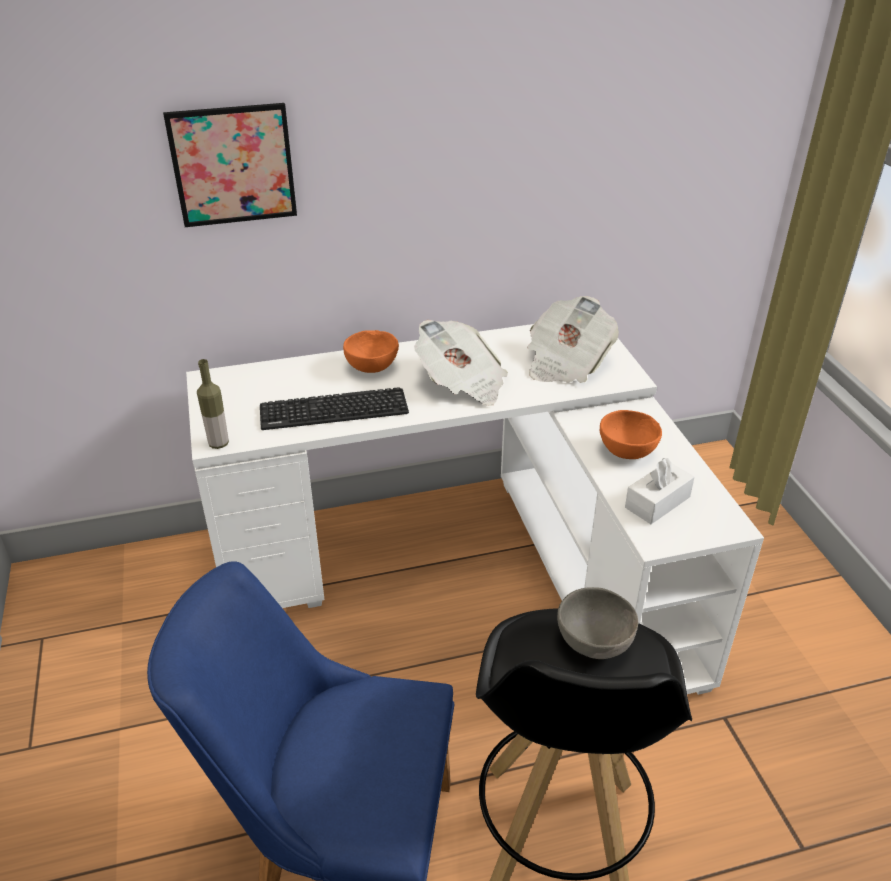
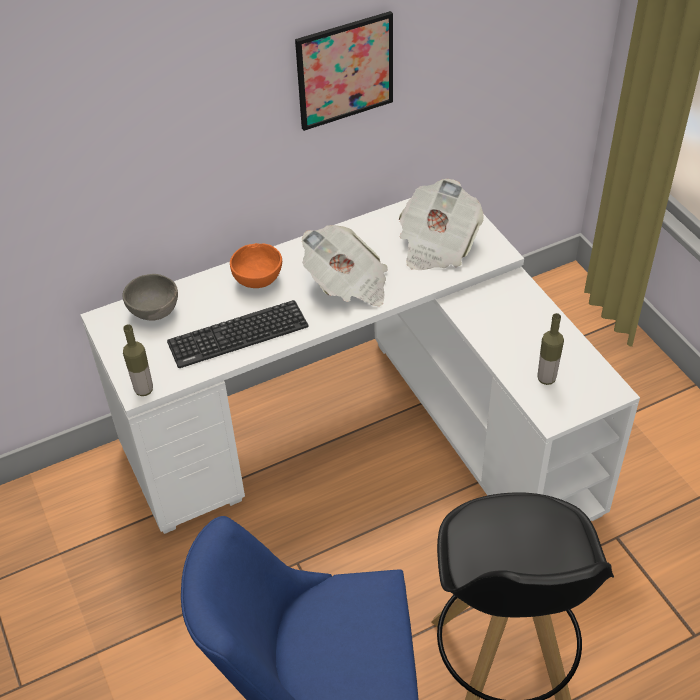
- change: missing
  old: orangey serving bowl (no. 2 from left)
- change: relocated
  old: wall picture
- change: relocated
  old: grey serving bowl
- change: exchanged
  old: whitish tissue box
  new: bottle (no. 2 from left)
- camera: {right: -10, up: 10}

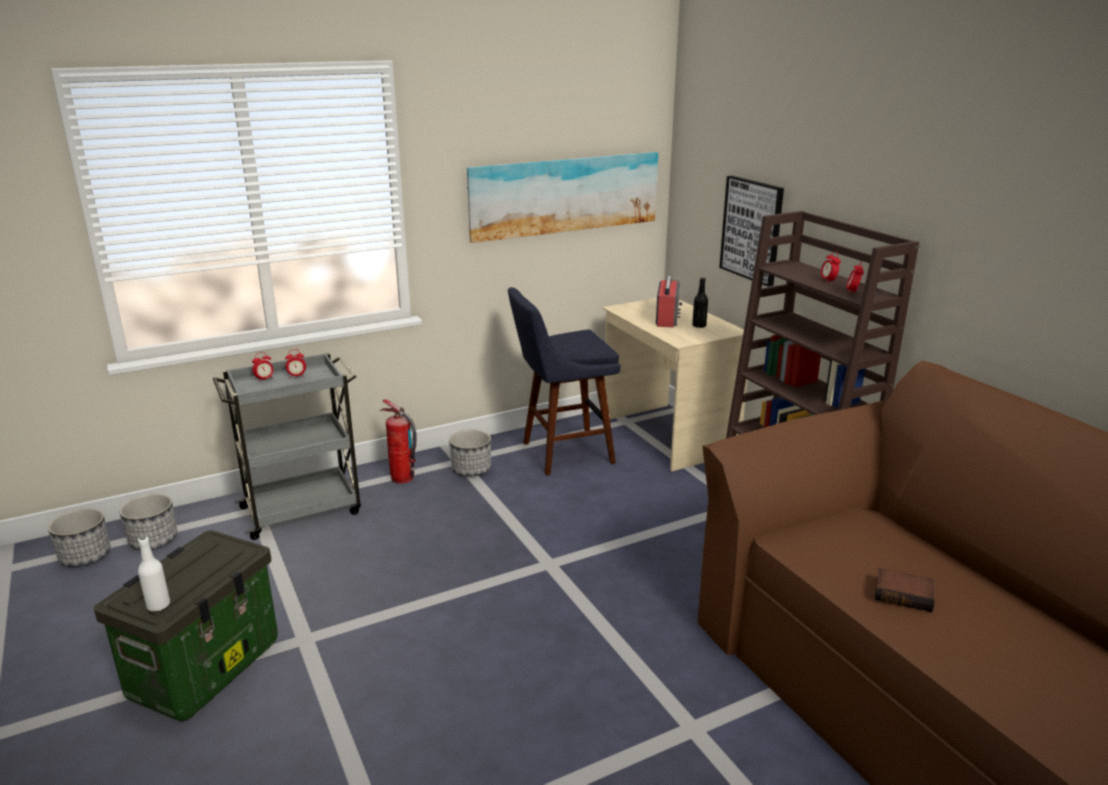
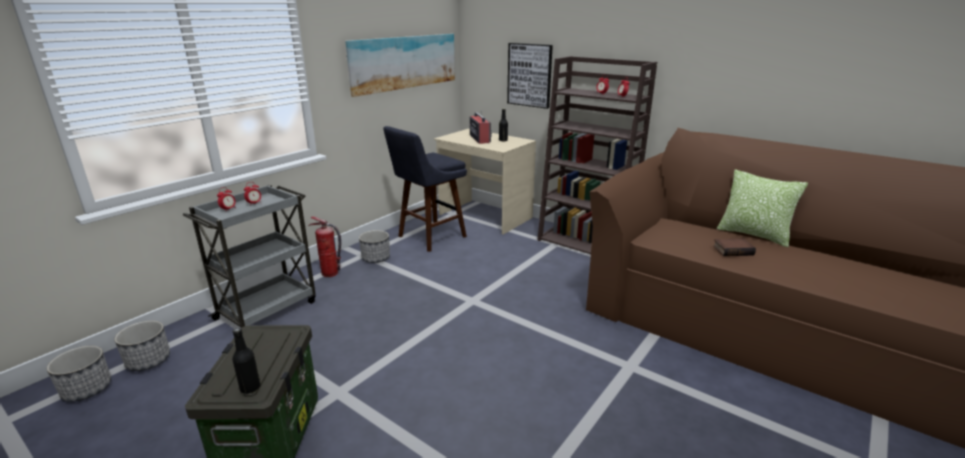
- change: appeared
  new: cushion
- change: colour
  old: whitish bottle
  new: blackish bottle (no. 1 from left)
- camera: {right: -25, up: 0}

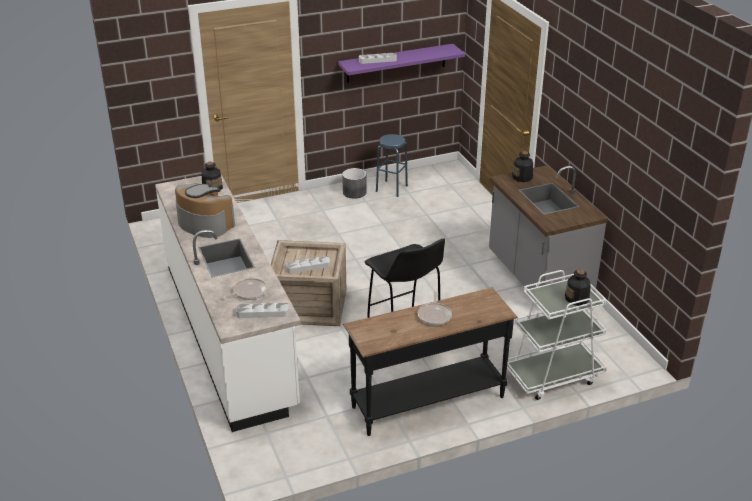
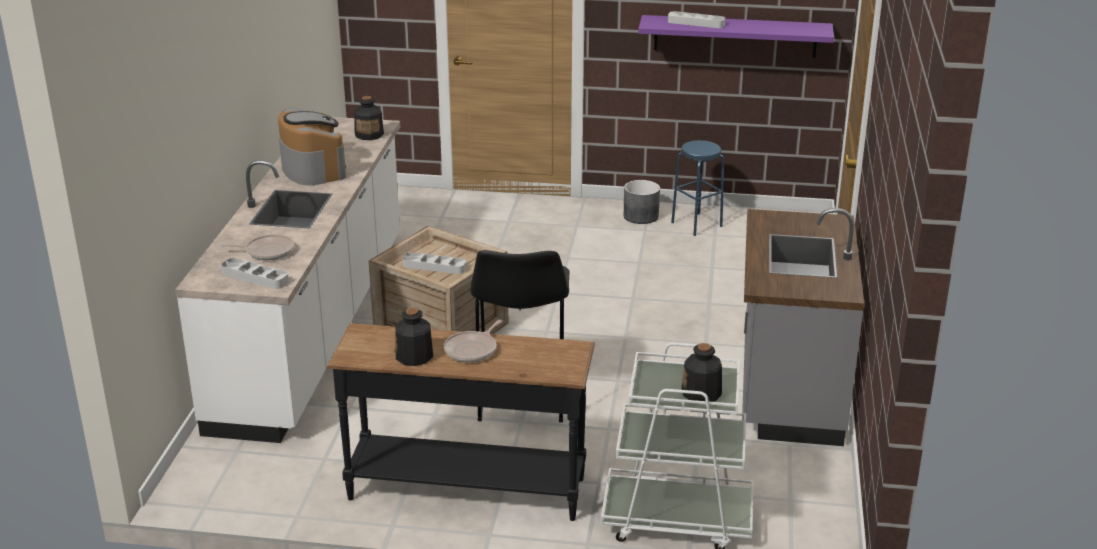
- change: relocated
  old: bottle (no. 2 from left)
- camera: {right: 30, up: -5}

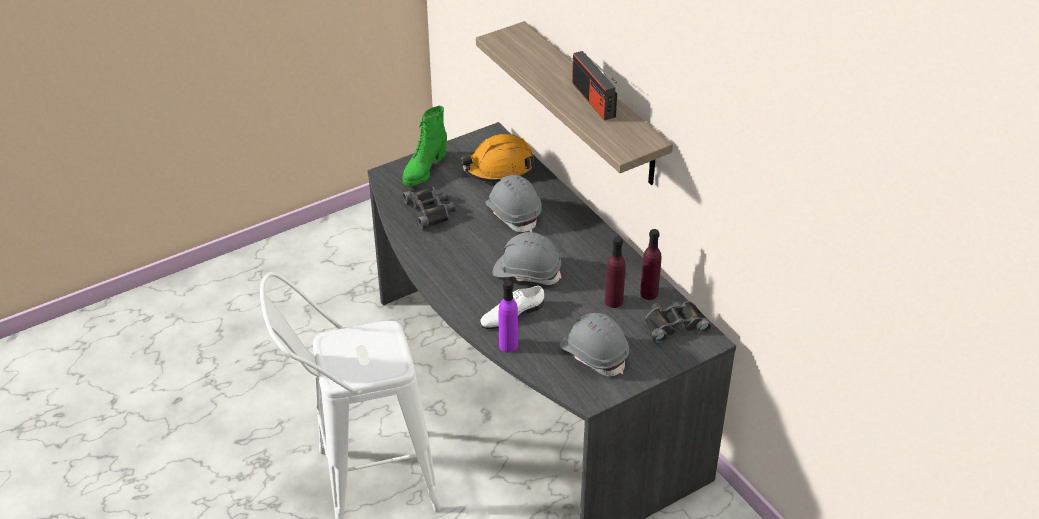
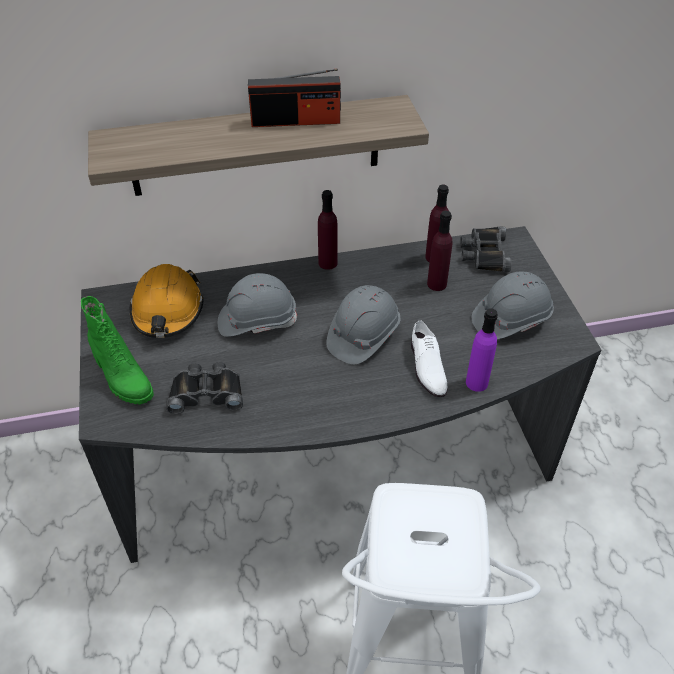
- change: appeared
  new: purplish bottle (no. 1 from left)
- camera: {right: -70, up: 5}

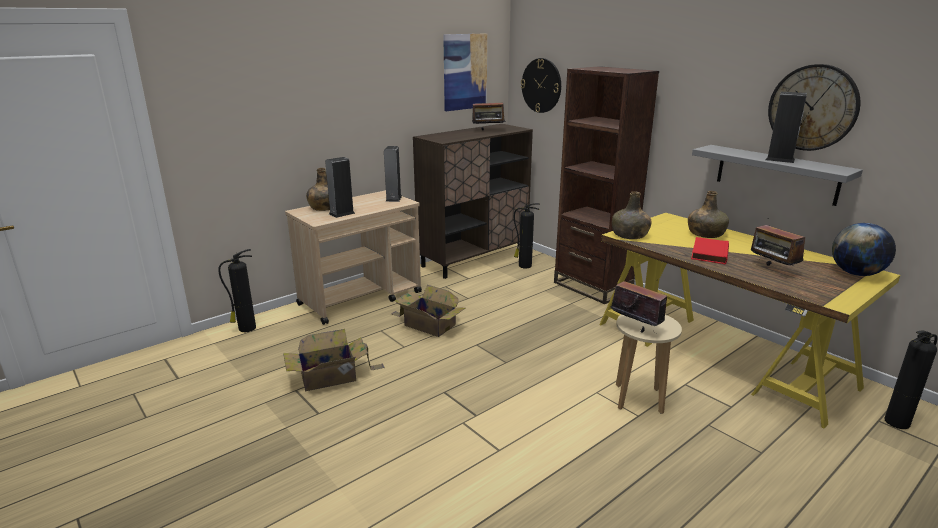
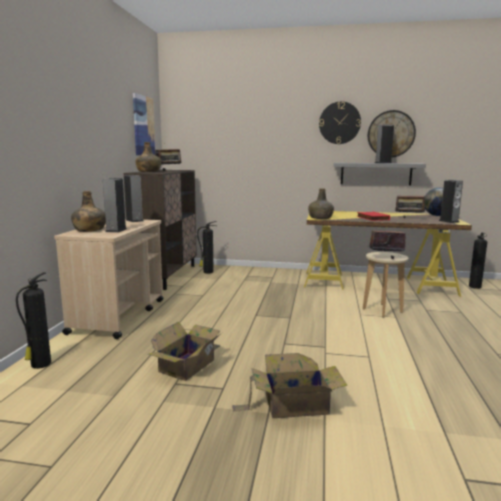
- change: missing
  old: brown-coloured bookshelf
- change: appeared
  new: loudspeaker (no. 4 from left)
- change: relocated
  old: packing box (no. 2 from left)
- change: relocated
  old: hanging clock (no. 1 from left)
- change: relocated
  old: greenish bottle (no. 3 from left in the first image)
  new: greenish bottle (no. 2 from left)
- camera: {right: -40, up: -10}

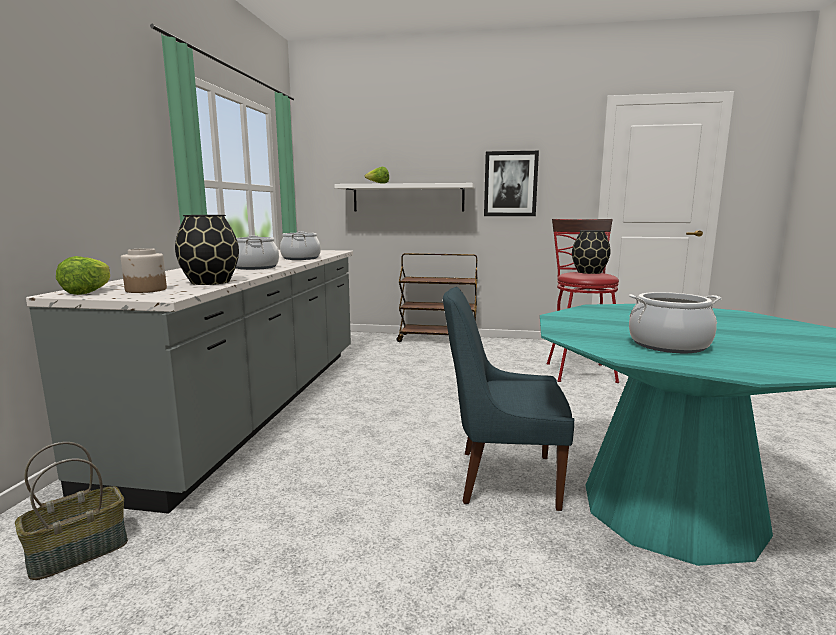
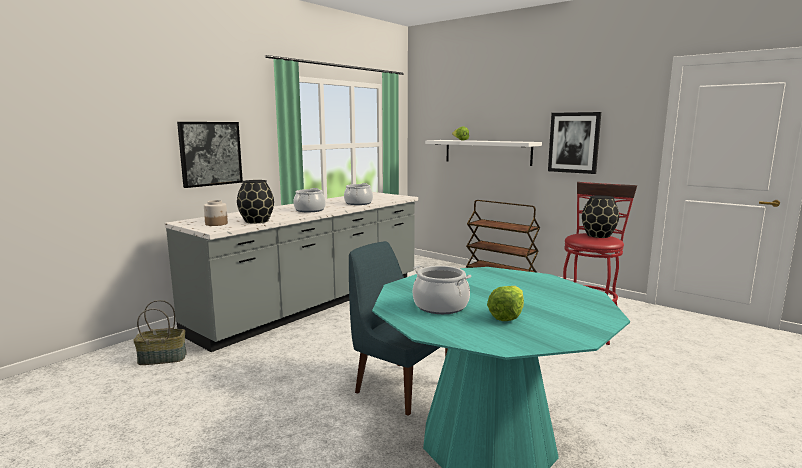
- change: appeared
  new: wall picture (no. 1 from left)
- change: relocated
  old: lettuce (no. 1 from left in the first image)
  new: lettuce (no. 2 from left)
- camera: {right: 30, up: 0}

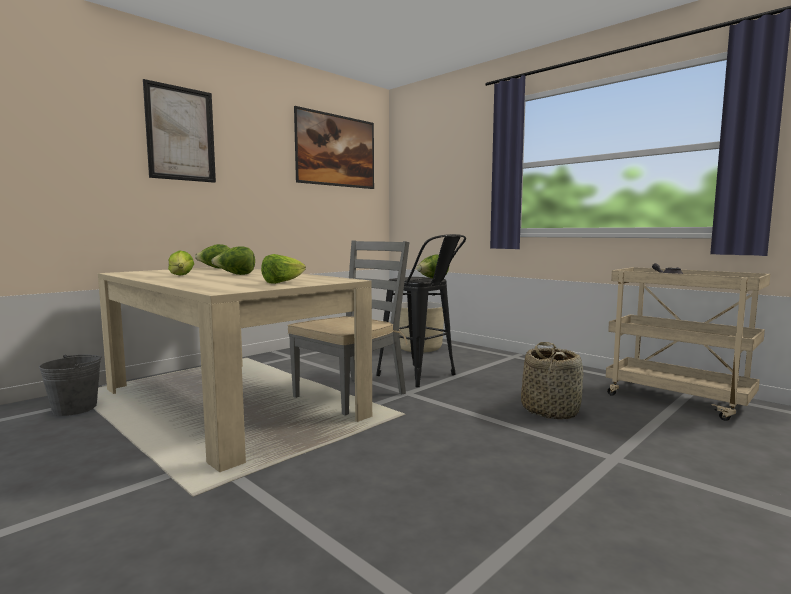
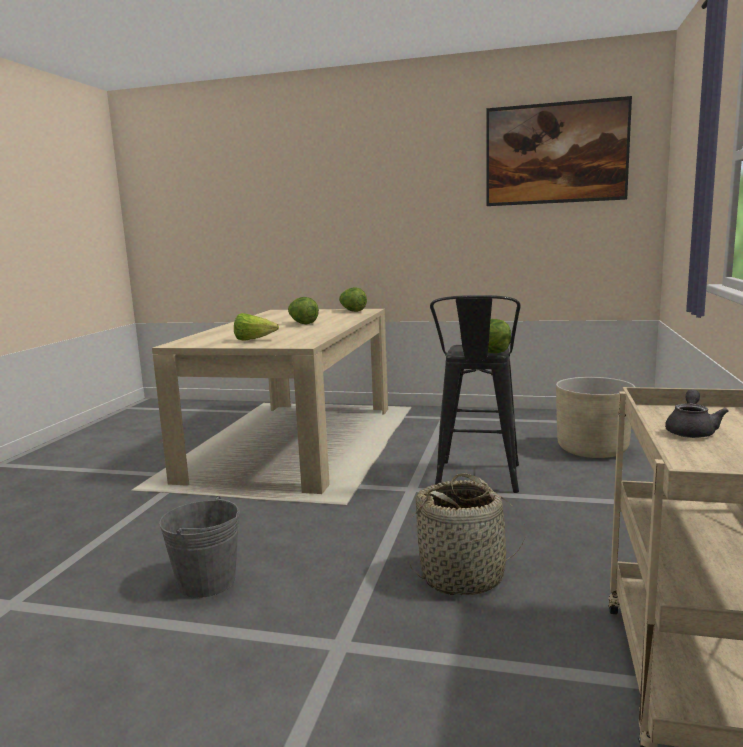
- change: missing
  old: wall picture (no. 1 from left)
- change: missing
  old: lettuce (no. 1 from left)
- change: missing
  old: grey chair
- change: relocated
  old: grey pail
- camera: {right: 60, up: 5}

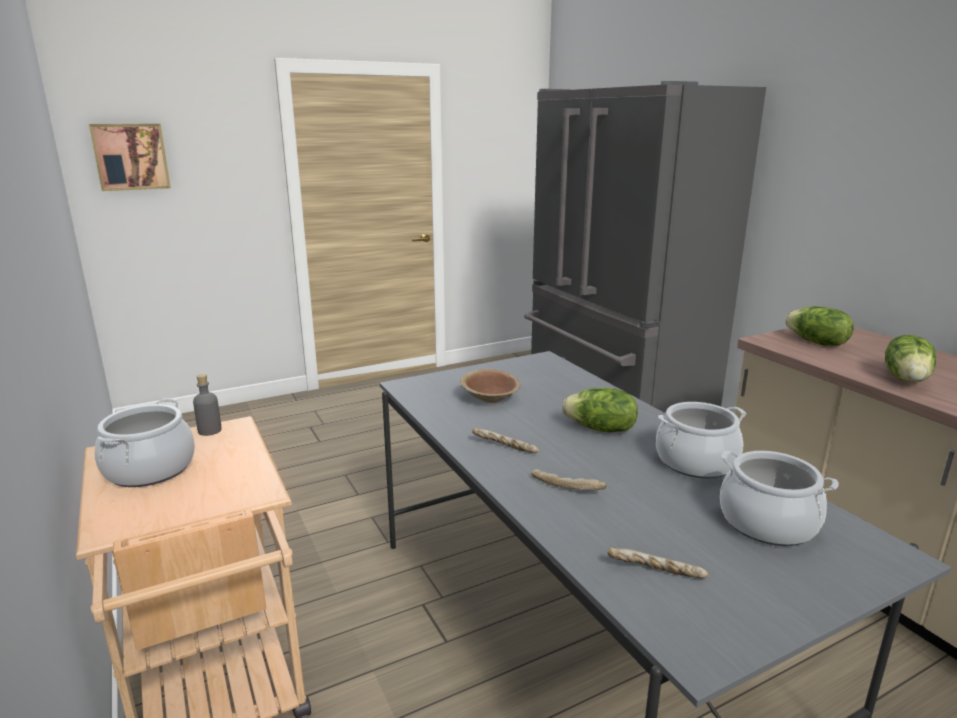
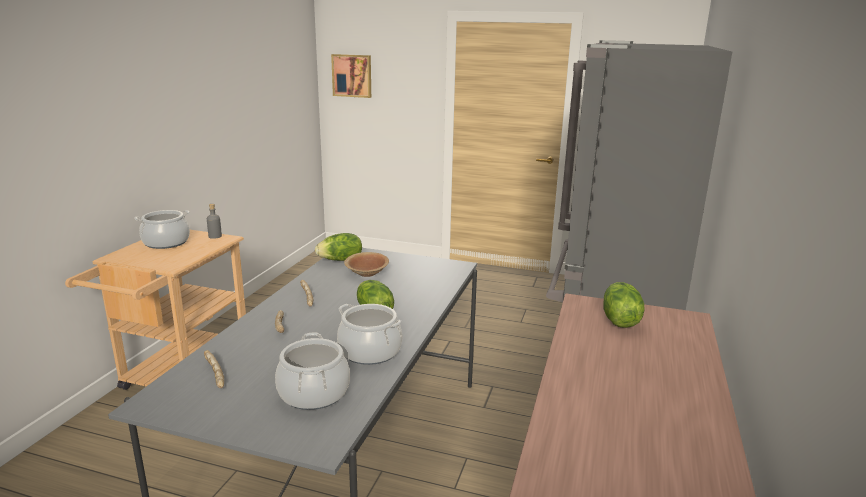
- change: relocated
  old: lettuce (no. 3 from left in the first image)
  new: lettuce (no. 1 from left)
- camera: {right: 45, up: 0}

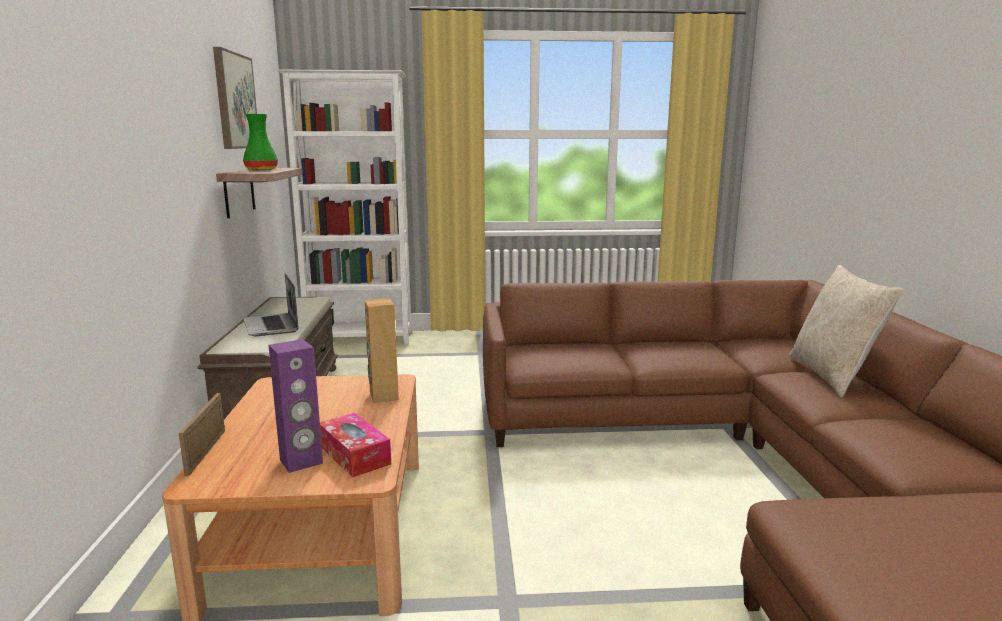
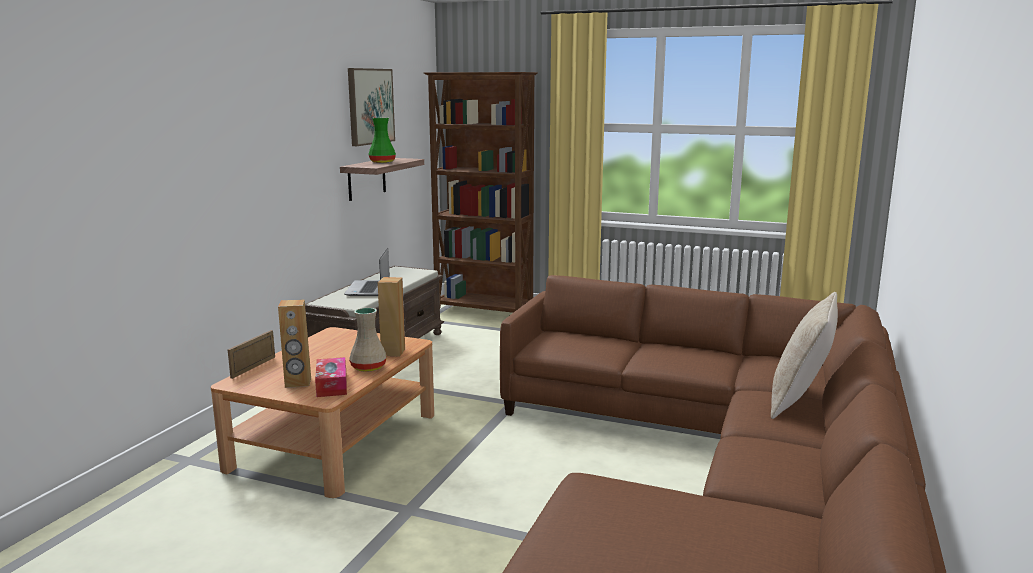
- change: appeared
  new: beige-coloured flower vase
- change: colour
  old: purplish loudspeaker
  new: brown-coloured loudspeaker (no. 1 from left)
- change: colour
  old: whitish bookshelf
  new: brown-coloured bookshelf
- camera: {right: 25, up: 0}

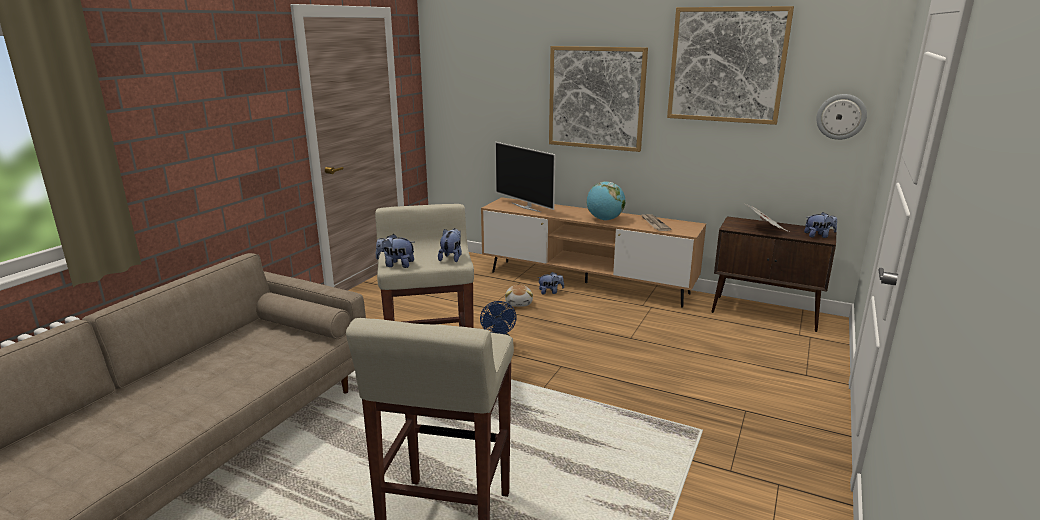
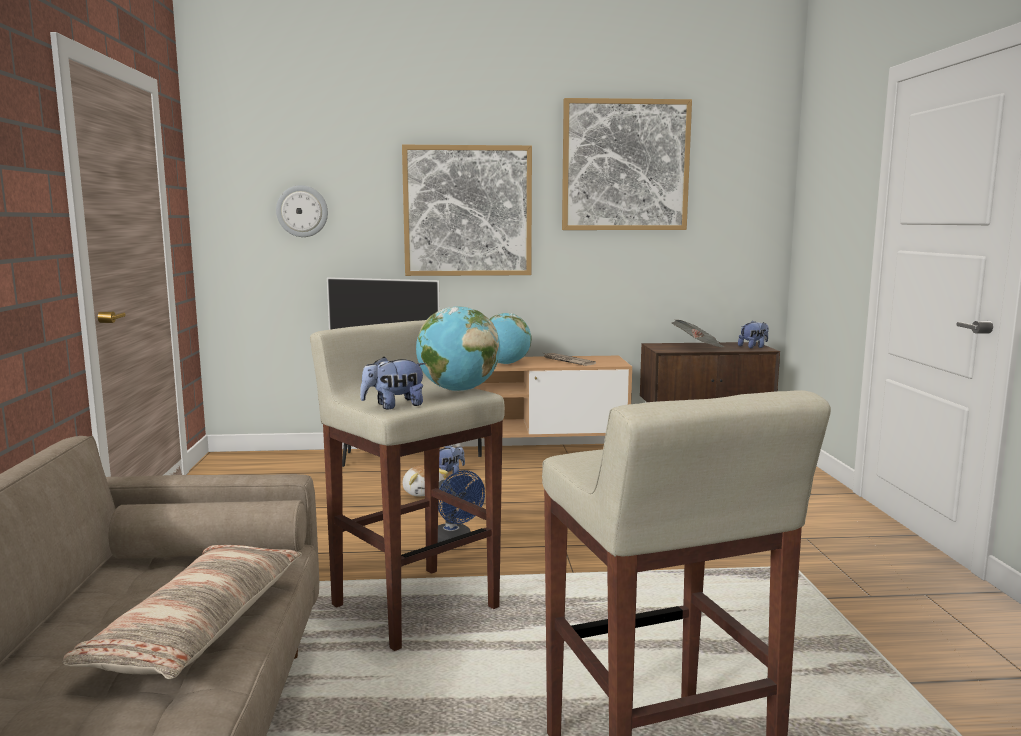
- change: appeared
  new: cushion
- change: relocated
  old: hanging clock
- change: exchanged
  old: cuddly toy (no. 2 from left)
  new: globe (no. 1 from left)
- camera: {right: -30, up: -10}

